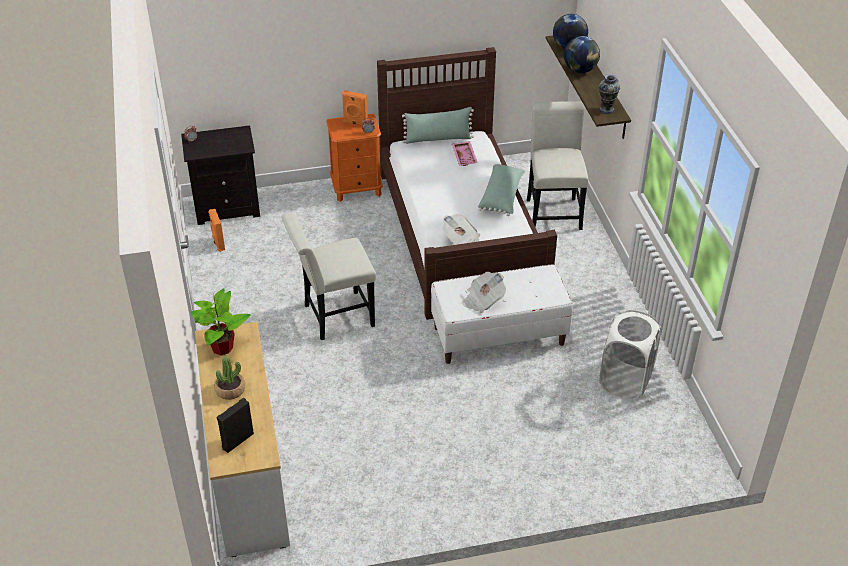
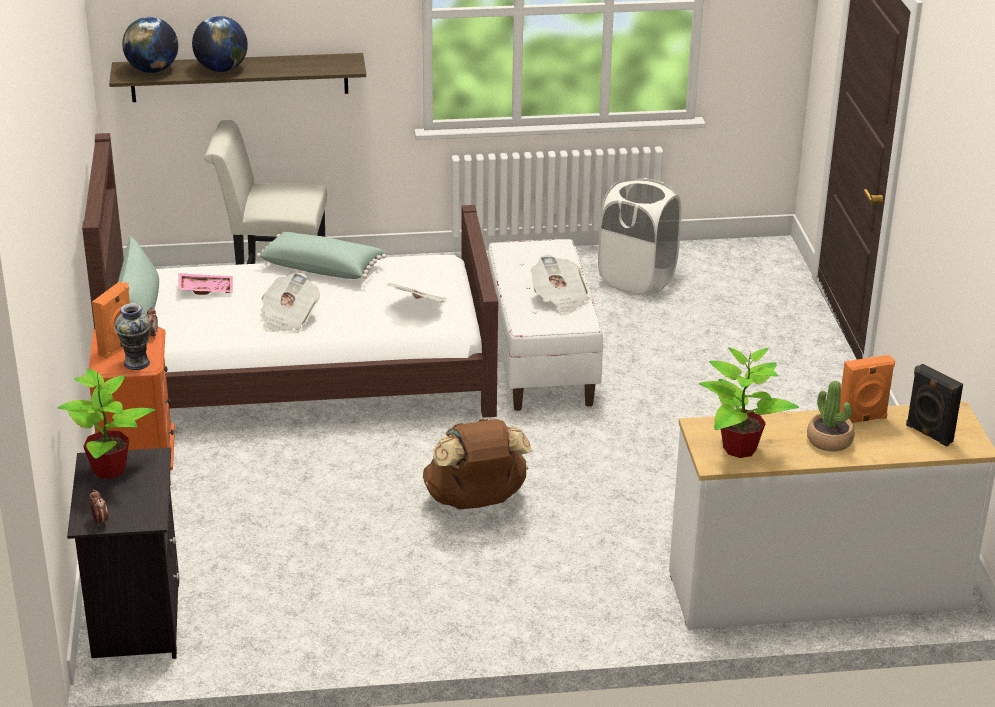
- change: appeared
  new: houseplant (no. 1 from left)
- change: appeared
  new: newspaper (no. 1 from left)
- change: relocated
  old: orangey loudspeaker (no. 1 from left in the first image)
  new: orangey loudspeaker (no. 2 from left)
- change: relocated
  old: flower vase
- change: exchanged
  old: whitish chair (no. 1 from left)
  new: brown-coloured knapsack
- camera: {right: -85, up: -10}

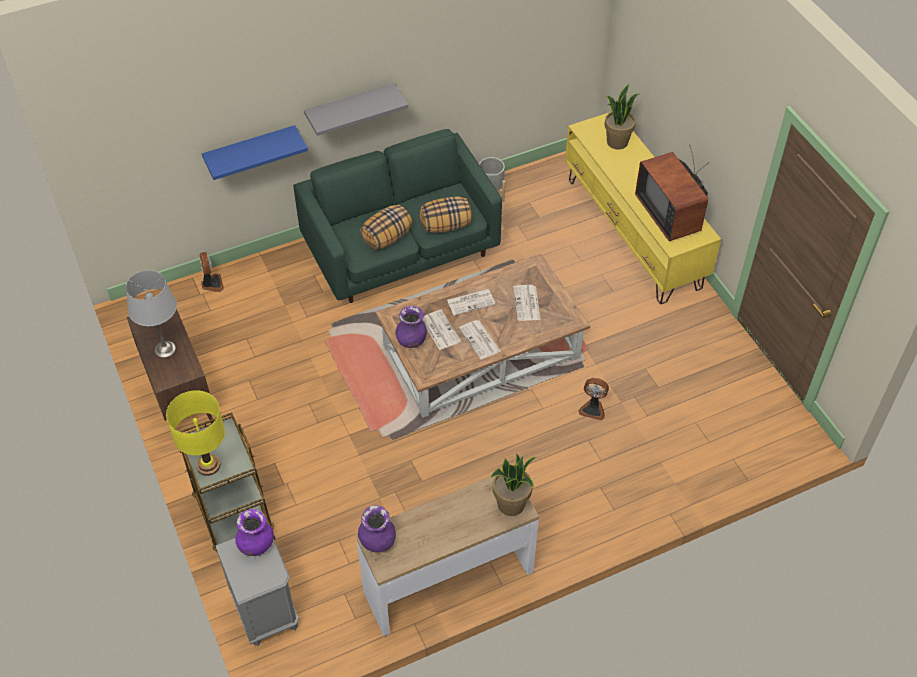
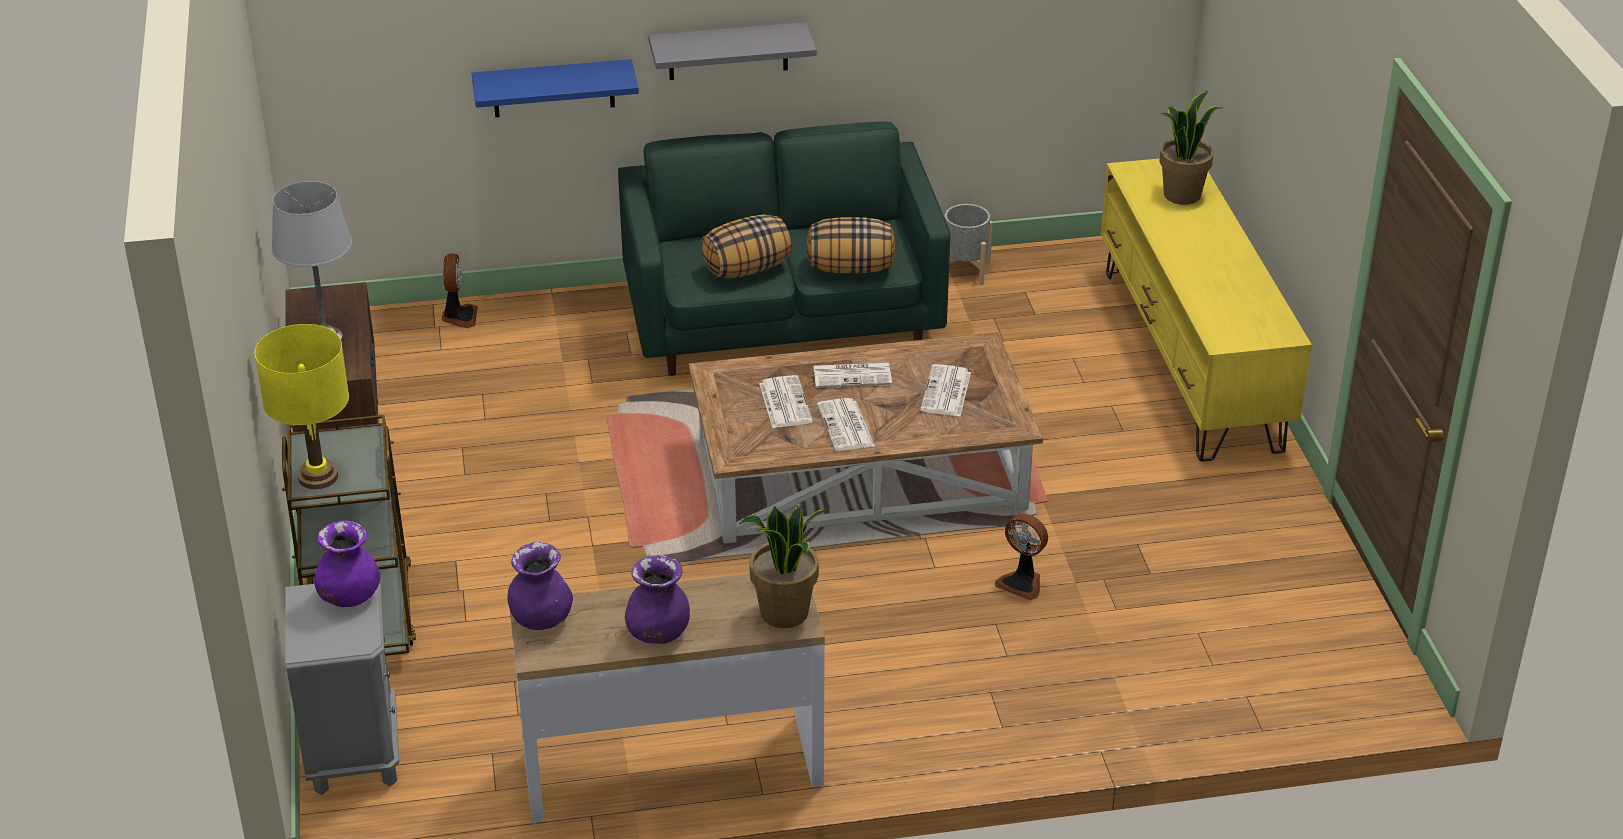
- change: missing
  old: TV
- change: relocated
  old: purplish flower vase (no. 3 from left)
- camera: {right: 15, up: -15}

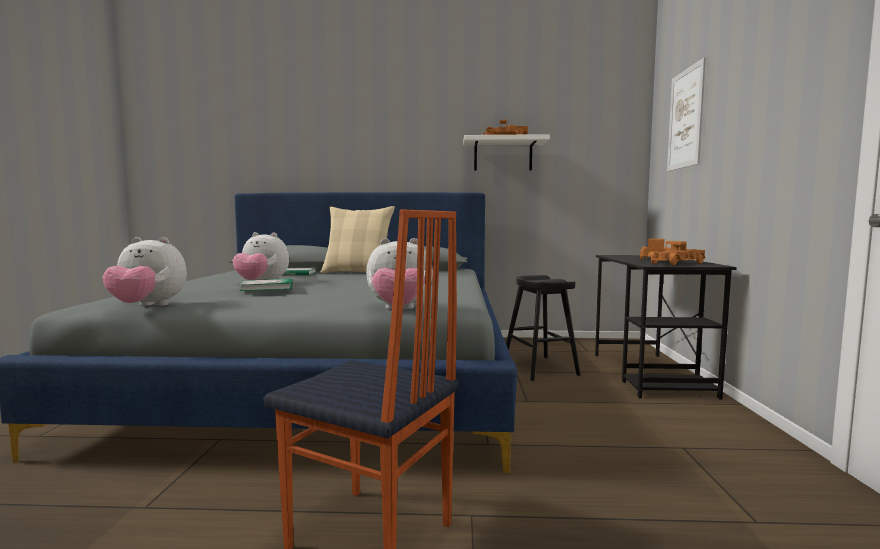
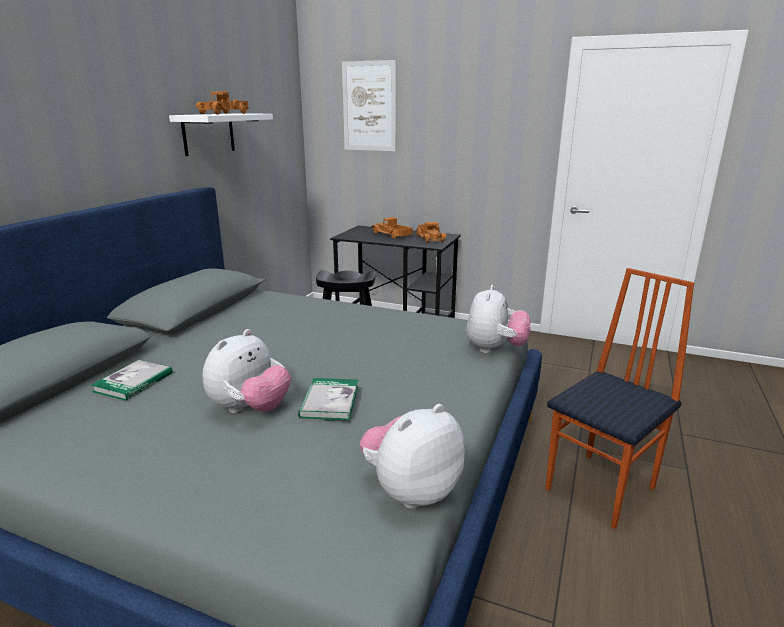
- change: missing
  old: beige-coloured cushion
- change: spun
  old: cuddly toy (no. 1 from left in the first image)
  degrees: -150
- camera: {right: -70, up: 15}

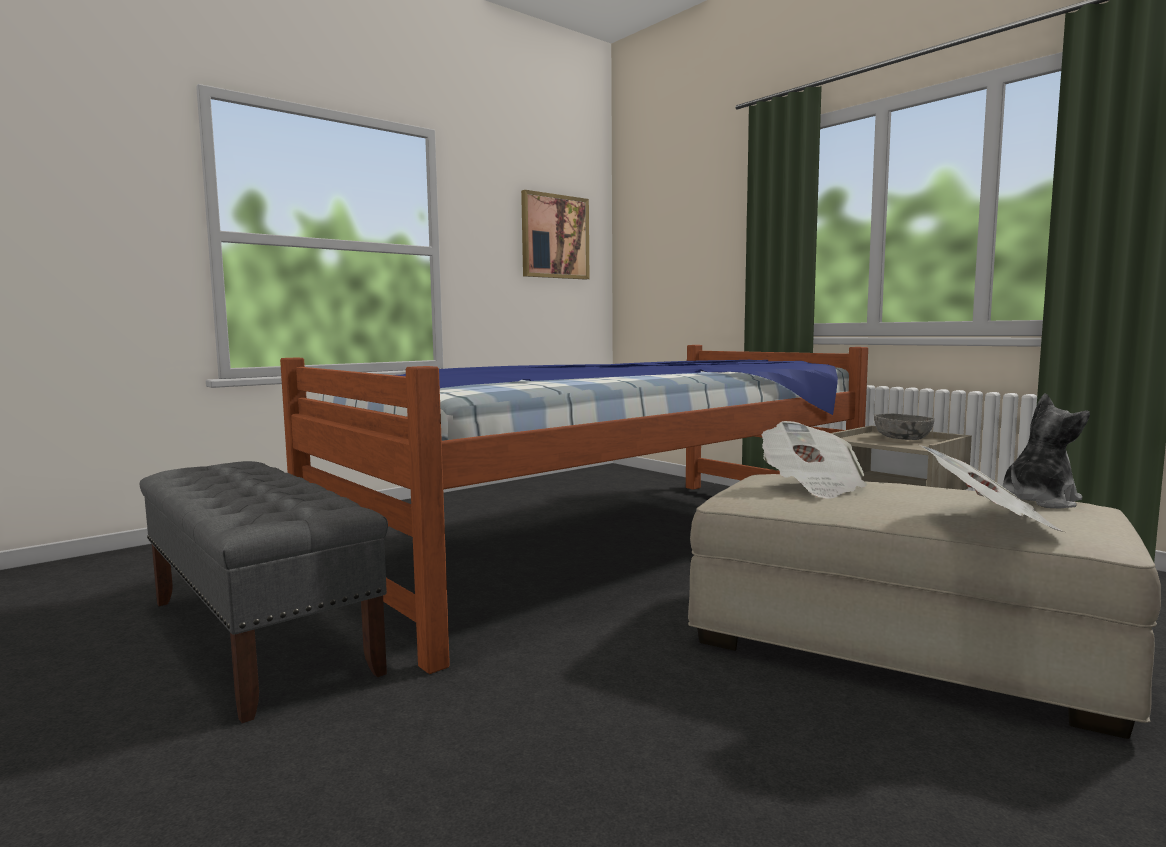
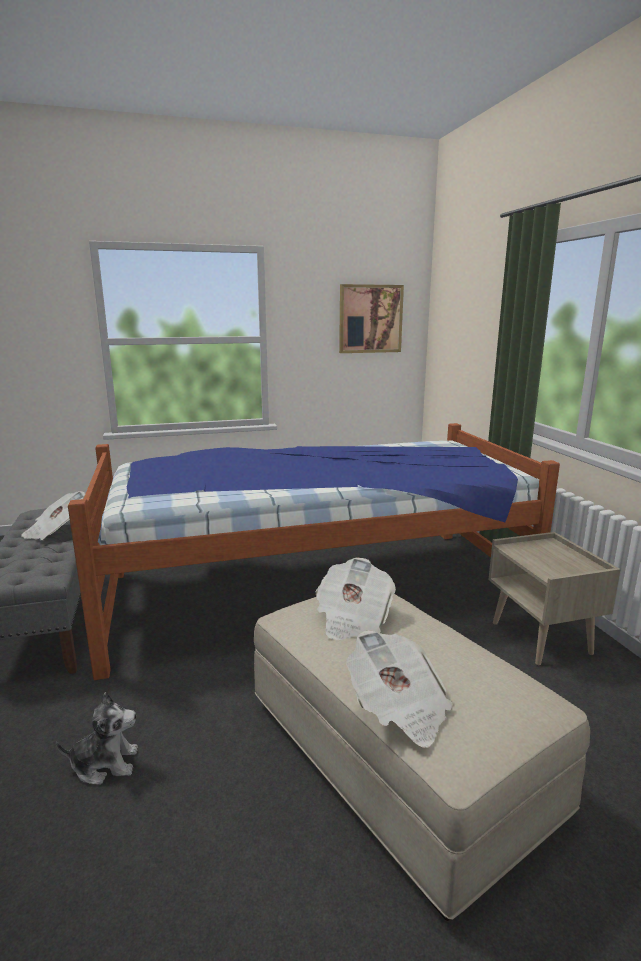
- change: missing
  old: grey serving bowl
- change: appeared
  new: newspaper (no. 1 from left)
- change: relocated
  old: cuddly toy
- camera: {right: 25, up: 10}

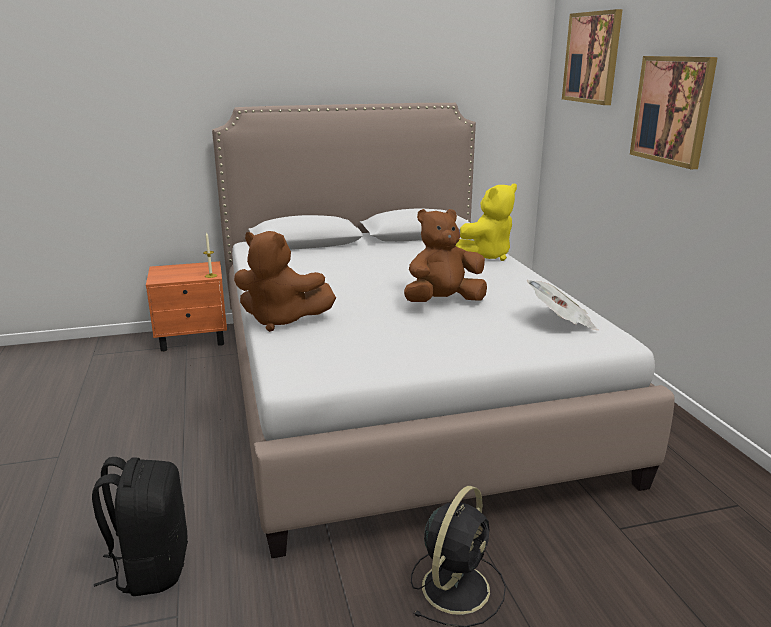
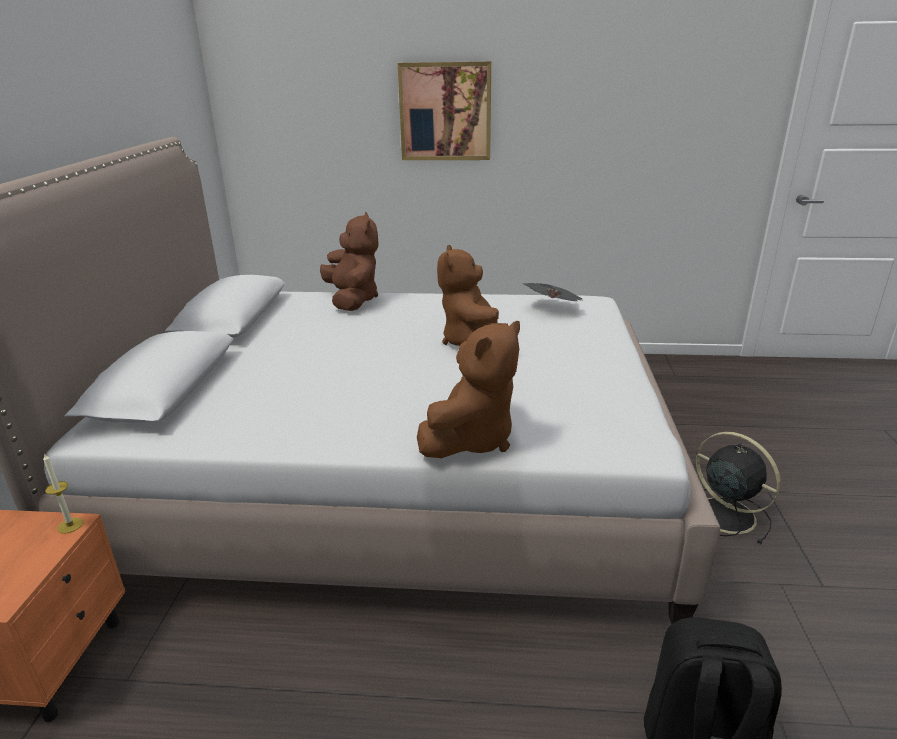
- change: missing
  old: wall picture (no. 1 from left)
- change: colour
  old: yellow cuddly toy
  new: brown-coloured cuddly toy (no. 1 from left)
- camera: {right: -70, up: 5}

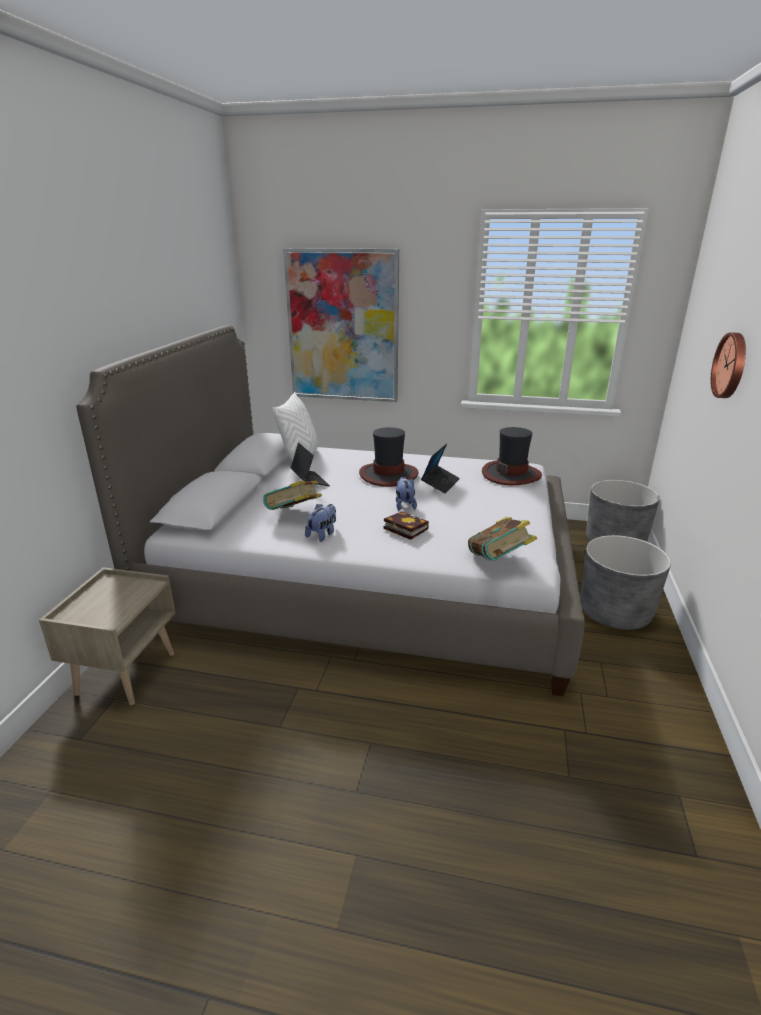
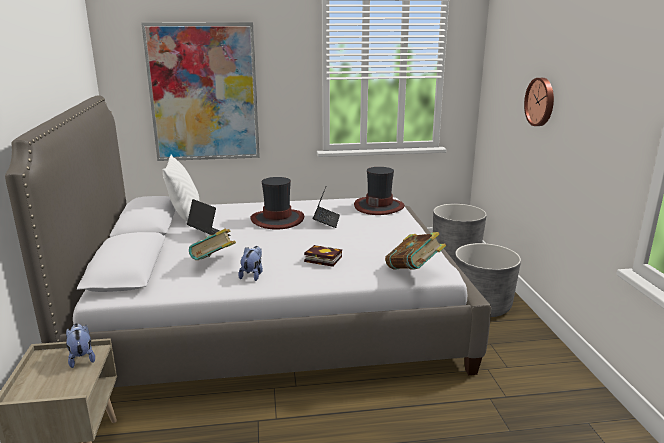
- change: relocated
  old: cuddly toy (no. 2 from left in the first image)
  new: cuddly toy (no. 1 from left)
- camera: {right: -20, up: -5}

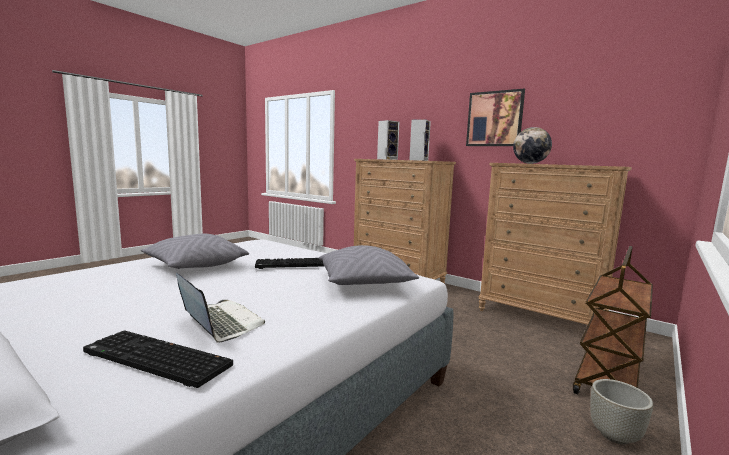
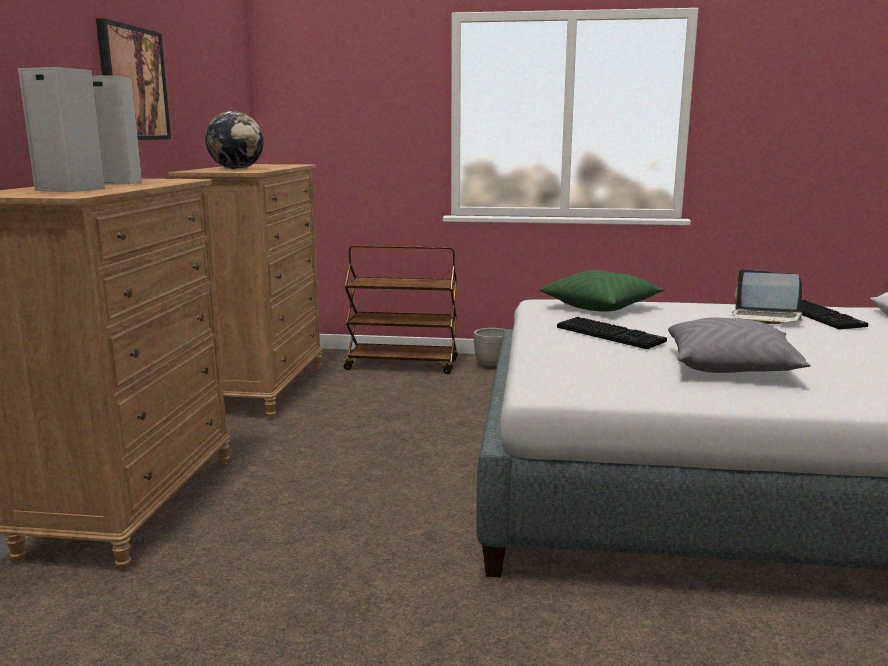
- change: colour
  old: grey cushion (no. 2 from left)
  new: greenish cushion
- change: spun
  old: portable computer
  degrees: -75
- camera: {right: -120, up: 5}

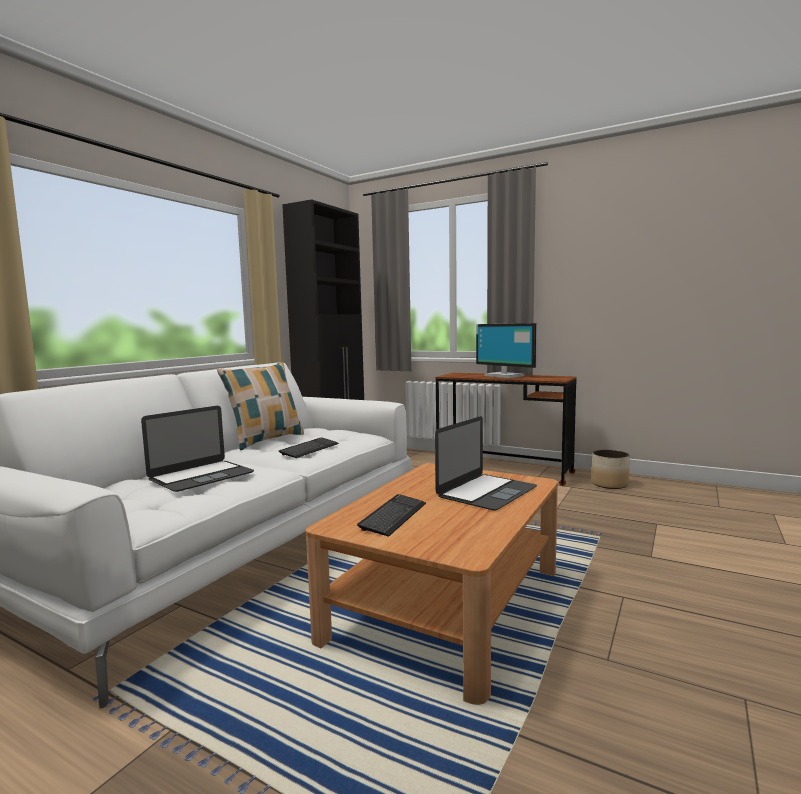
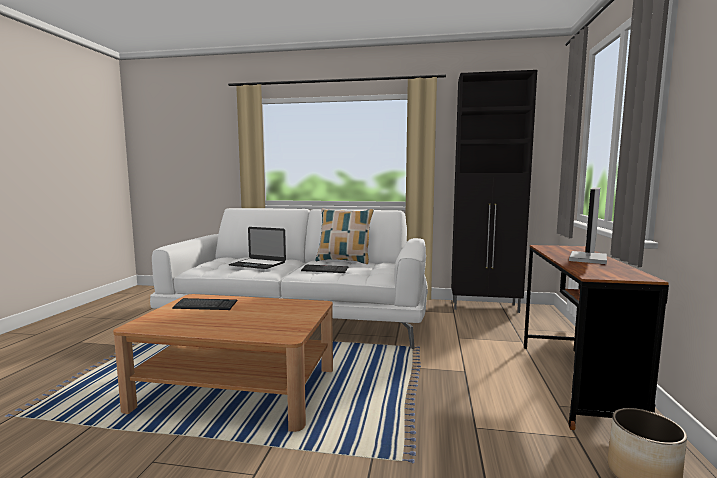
- change: missing
  old: portable computer (no. 2 from left)
- camera: {right: 70, up: 0}

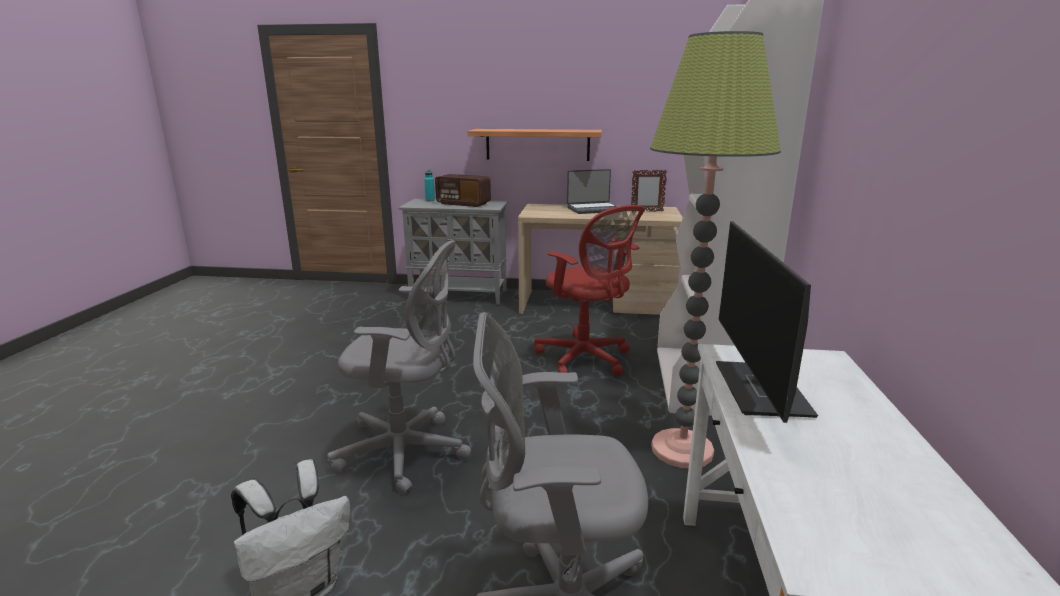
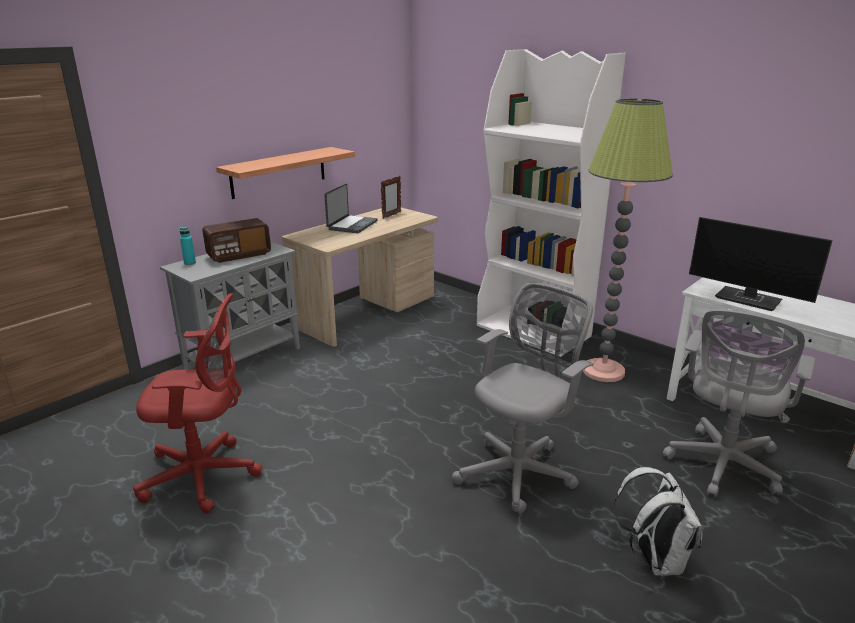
- change: relocated
  old: reddish desk chair
- camera: {right: -55, up: 5}

